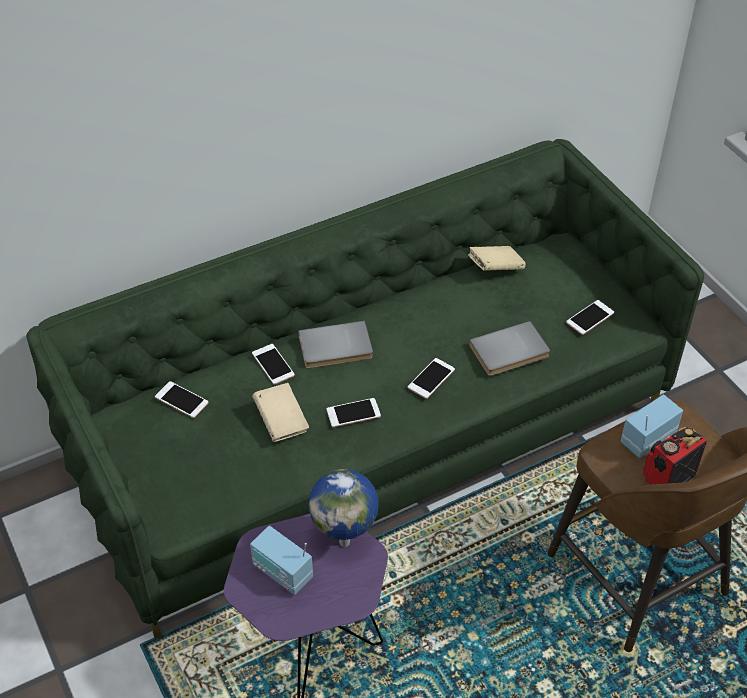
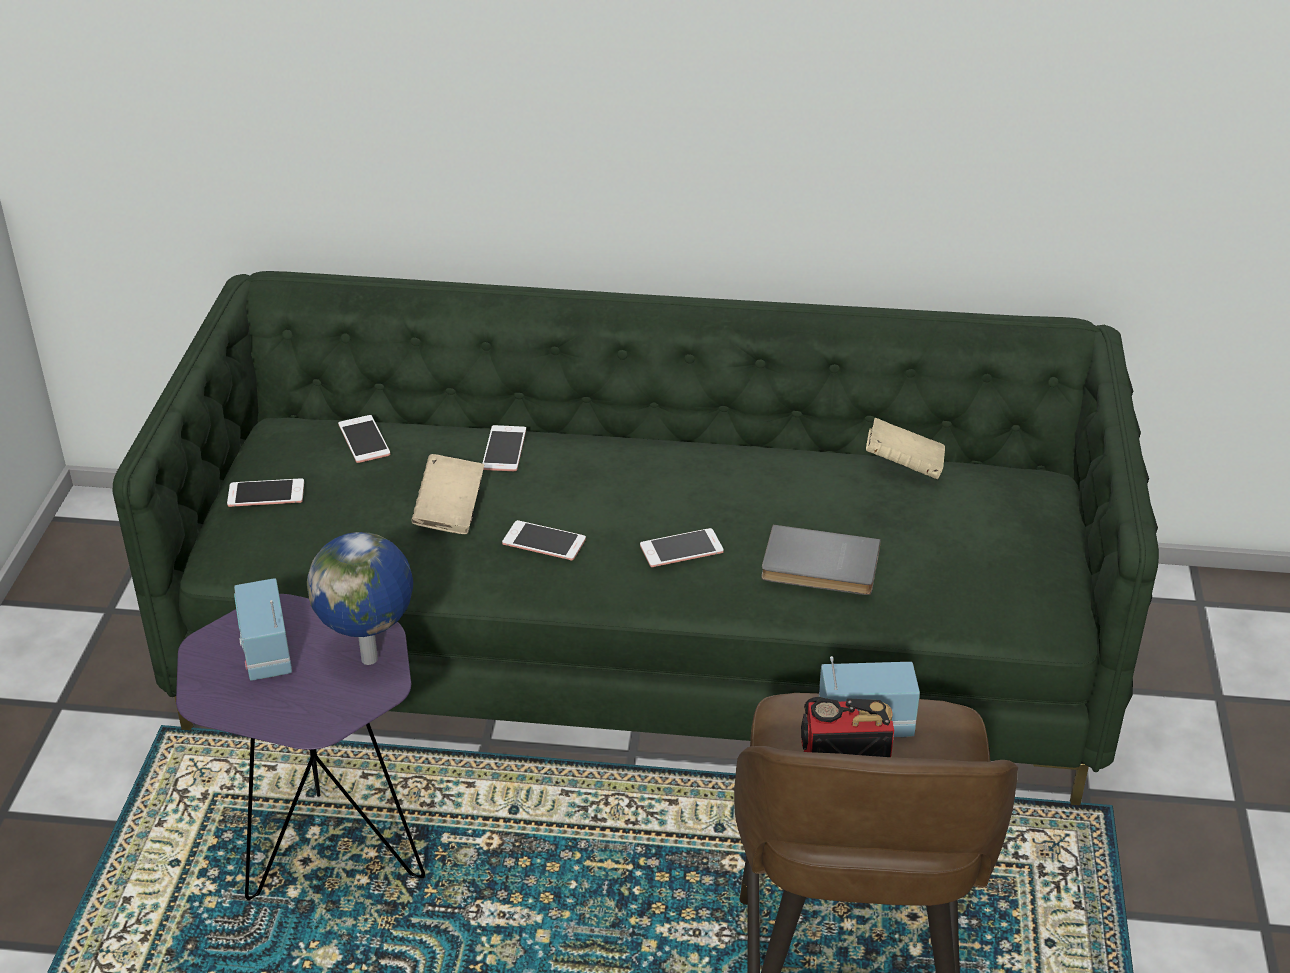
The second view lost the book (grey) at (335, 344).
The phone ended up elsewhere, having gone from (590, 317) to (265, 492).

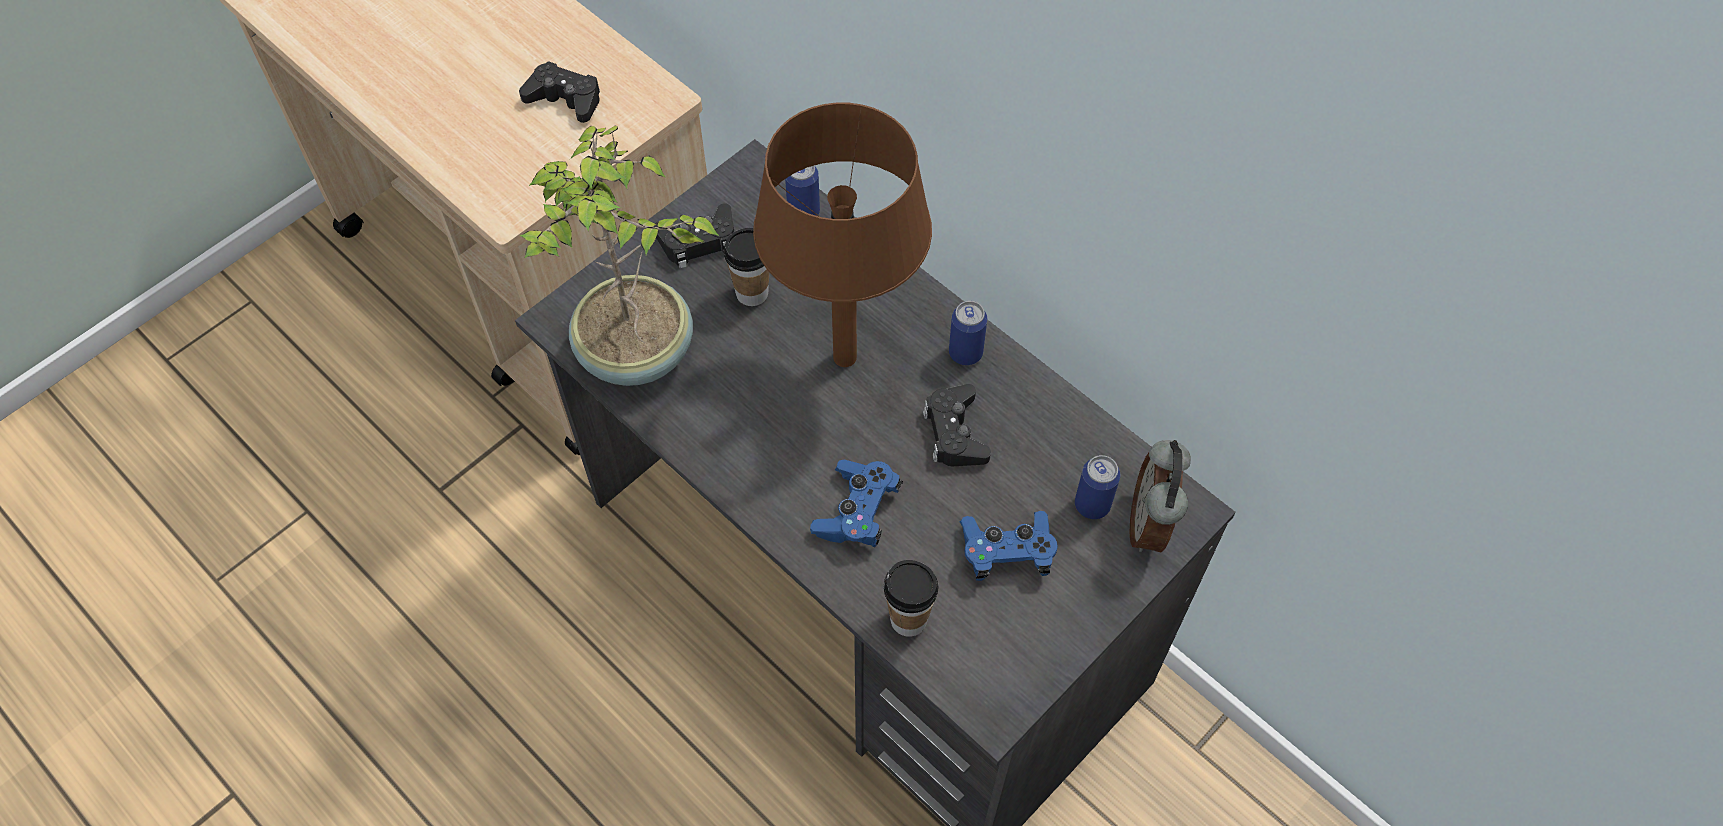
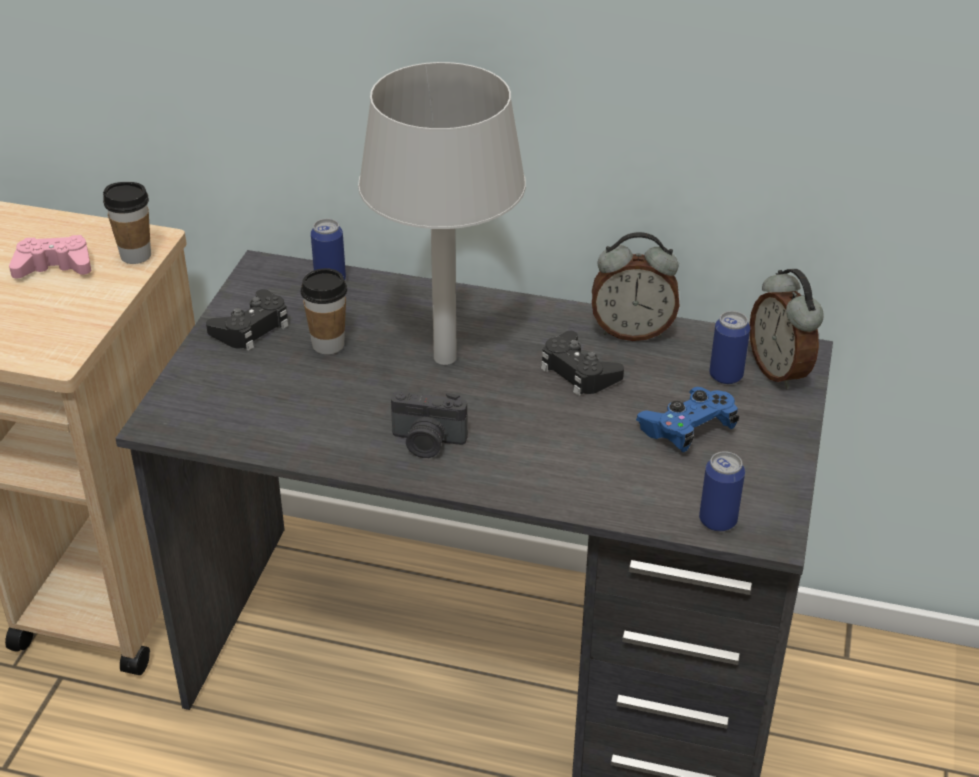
The second view lost the potted plant at (619, 256).
The second view lost the game controller (blue) at (856, 503).
The second view gained the photo camera at (429, 424).
The second view gained the alarm clock at (636, 286).
The cup ended up elsewhere, having gone from (911, 598) to (127, 223).
The can ended up elsewhere, having gone from (968, 333) to (722, 491).
What was the game controller (black) at (559, 92) turned into the game controller (pink) at (50, 256).
What was the table lamp (brown) at (842, 235) turned into the table lamp (grey) at (442, 213).

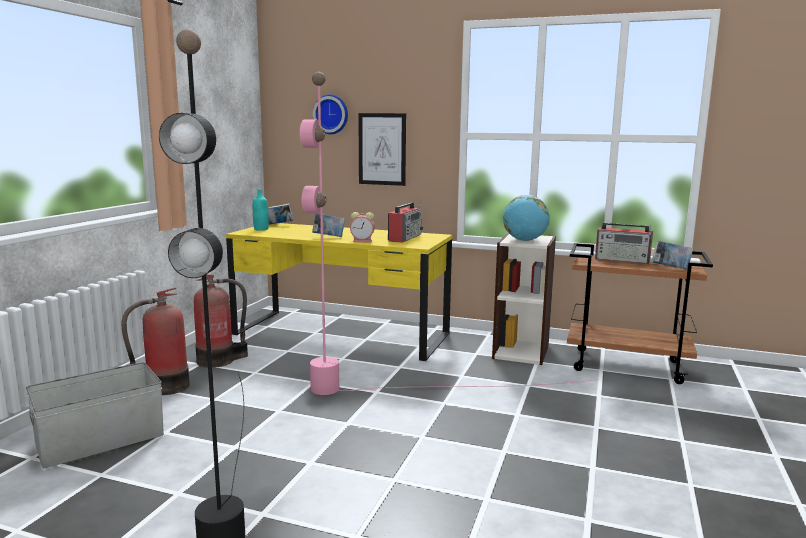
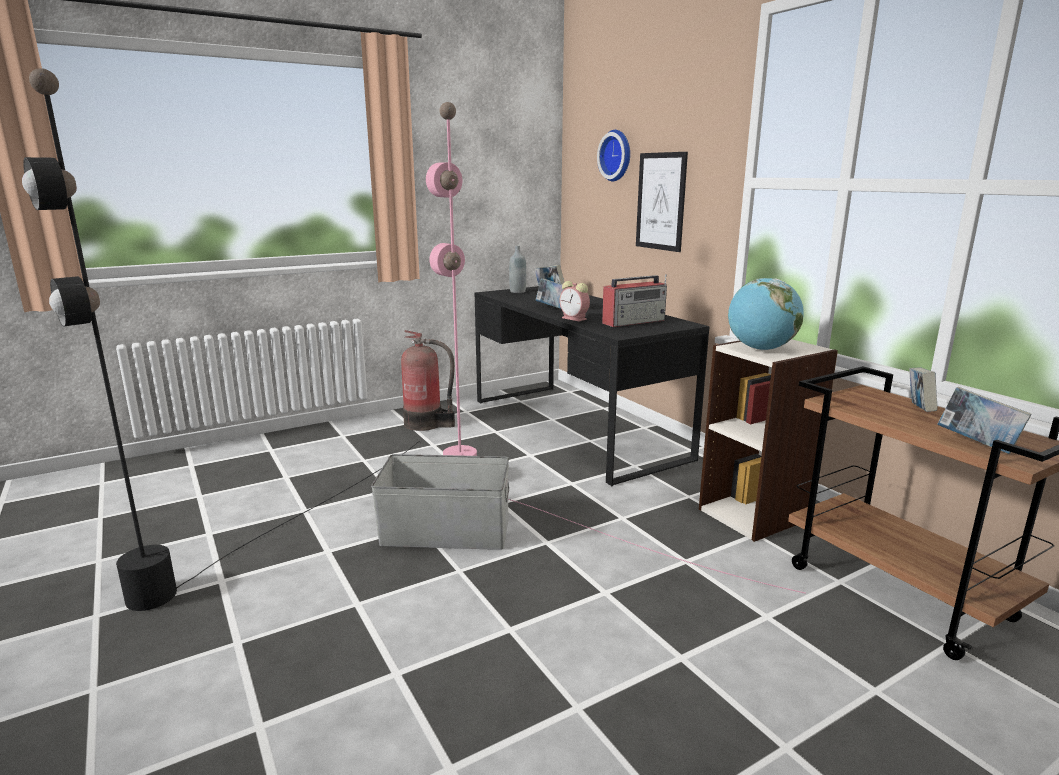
The second view lost the fire extinguisher at (155, 341).
The storage box (grey) ended up elsewhere, having gone from (95, 415) to (440, 502).
Where the radio stood at (624, 243), the book came to stand at (923, 389).
What was the desk (yellow) at (339, 292) turned into the desk (black) at (592, 386).
What was the bottle (turquoise) at (261, 210) turned into the bottle (grey) at (517, 269).

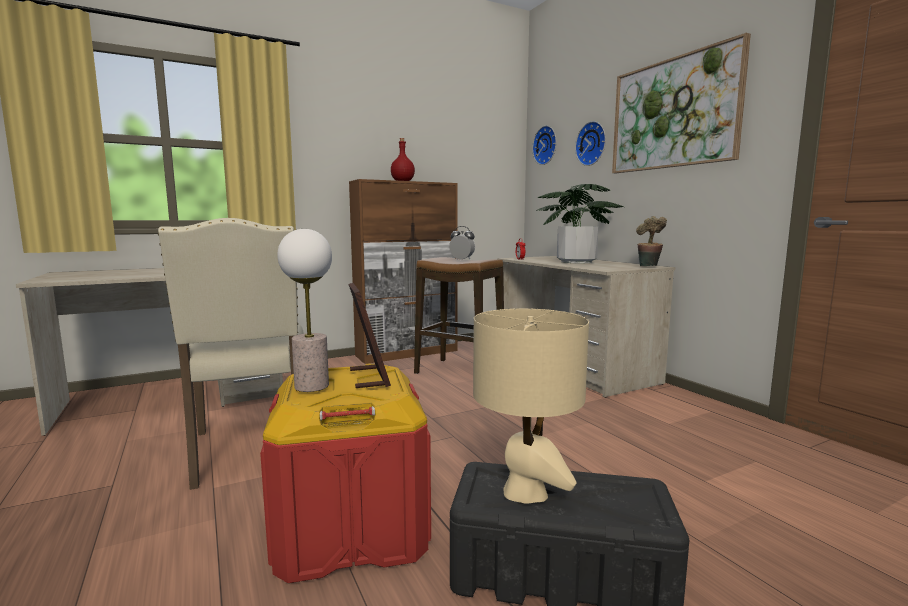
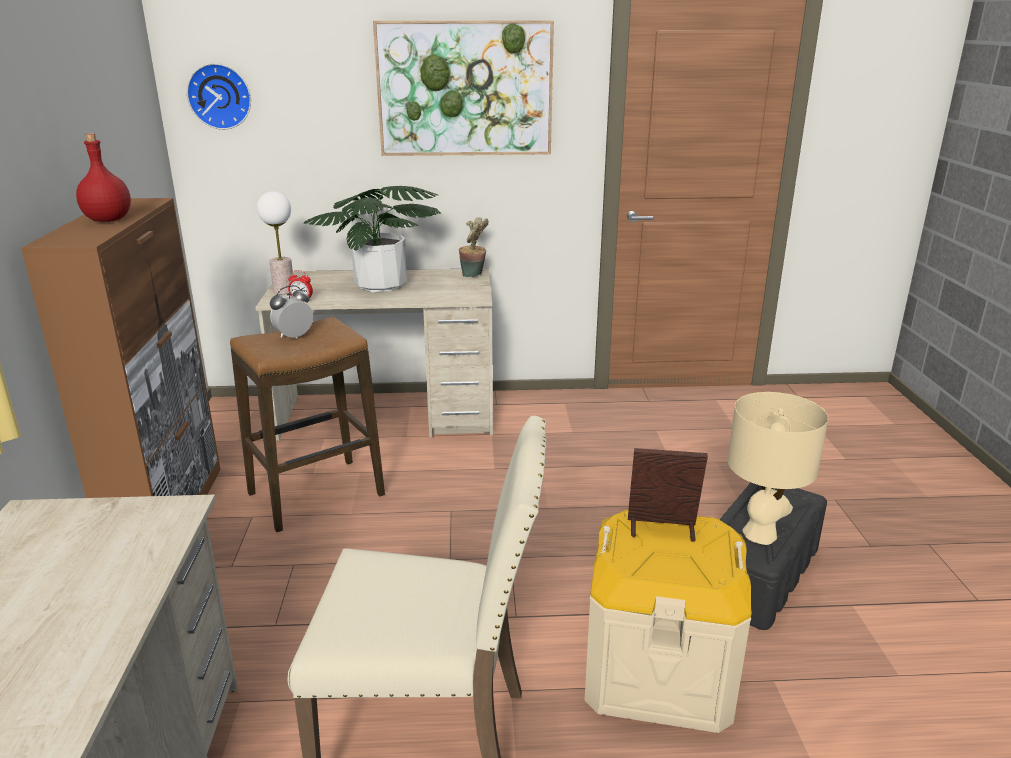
The second view lost the wall clock at (590, 143).
The table lamp ended up elsewhere, having gone from (304, 310) to (275, 242).
What was the storage box (red) at (345, 473) turned into the storage box (beige) at (668, 621).

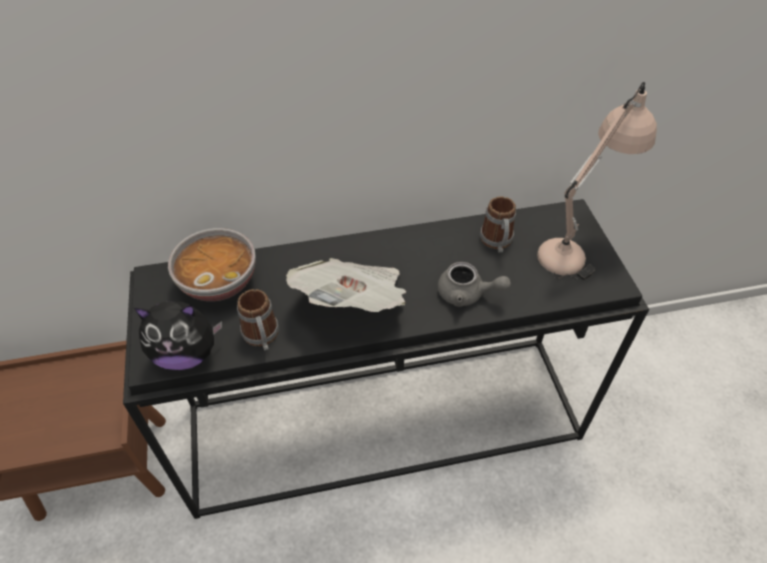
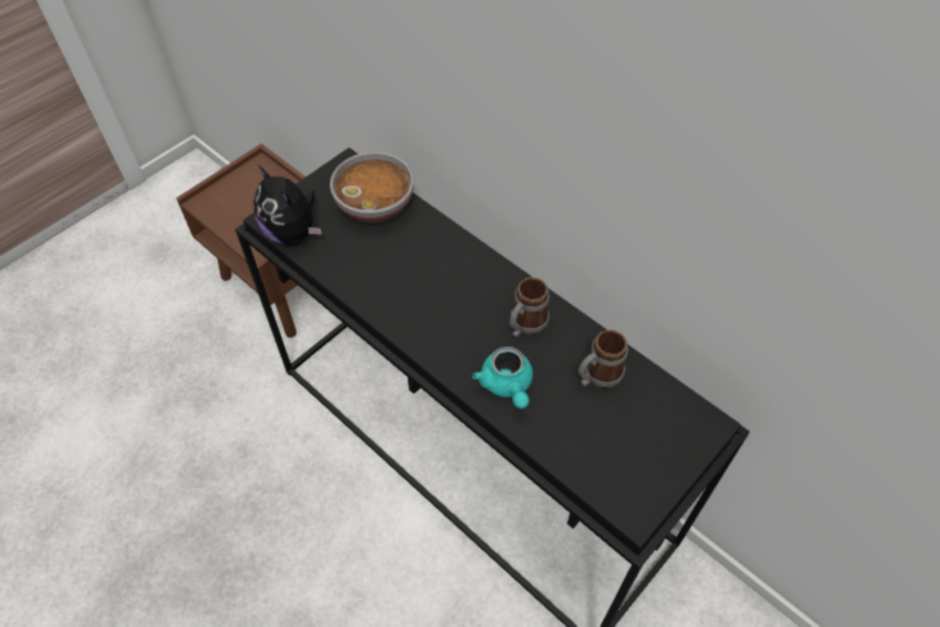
The second view lost the newspaper at (346, 285).
The second view lost the table lamp (beige) at (597, 181).
The mug ended up elsewhere, having gone from (258, 320) to (529, 307).
What was the teapot (grey) at (474, 284) turned into the teapot (turquoise) at (502, 378).

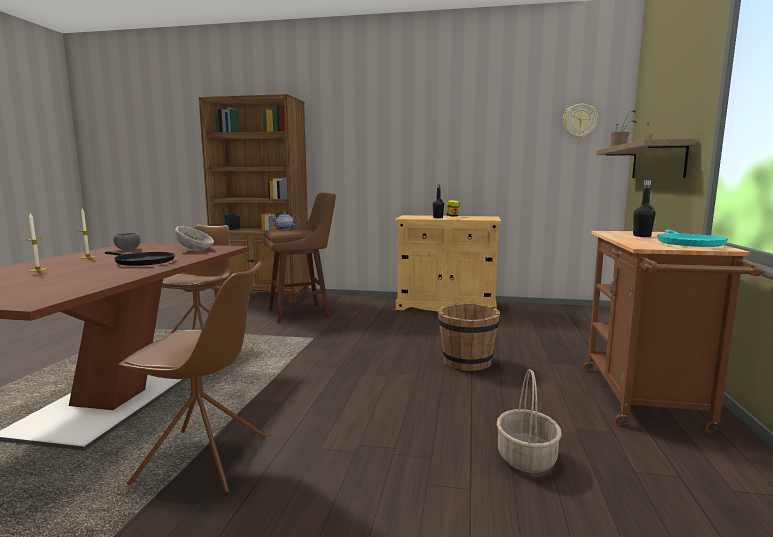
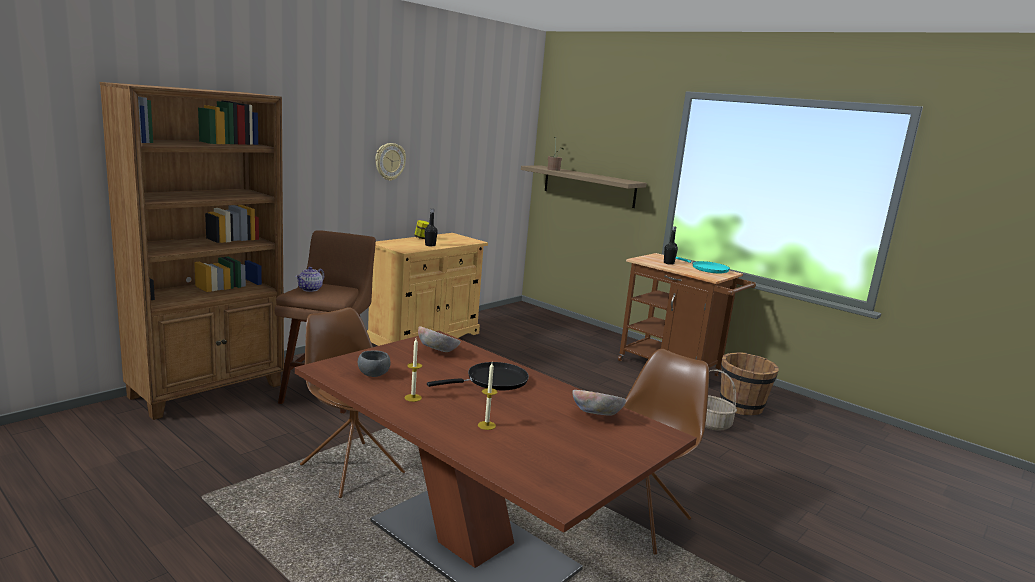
The second view gained the bowl at (599, 403).
The bucket (brown) ended up elsewhere, having gone from (469, 337) to (749, 383).
The wall clock ended up elsewhere, having gone from (580, 121) to (390, 162).

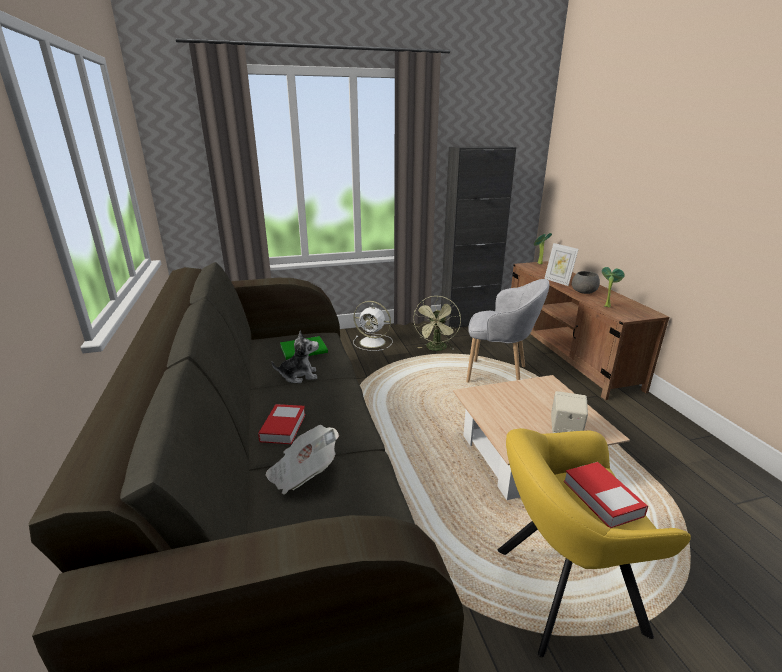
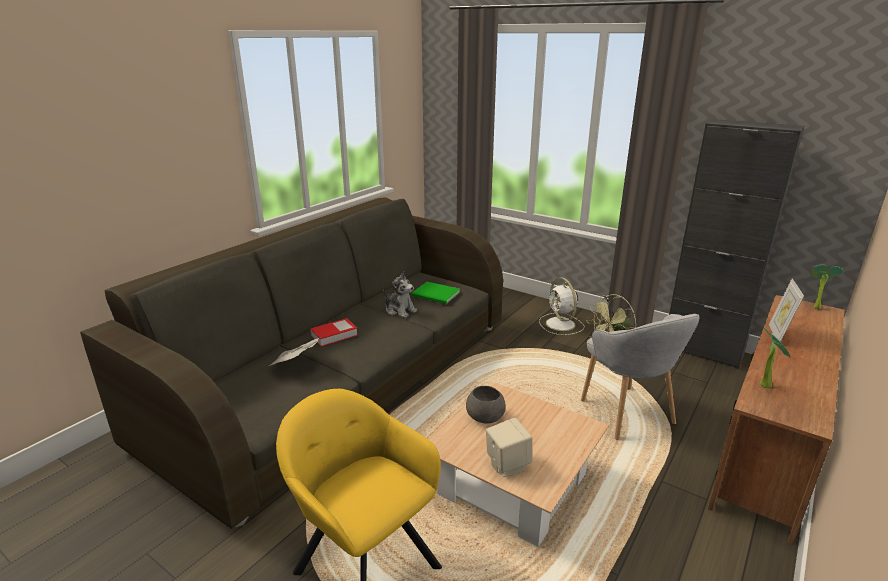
The second view lost the book at (606, 495).
The bowl (grey) ended up elsewhere, having gone from (586, 282) to (485, 405).

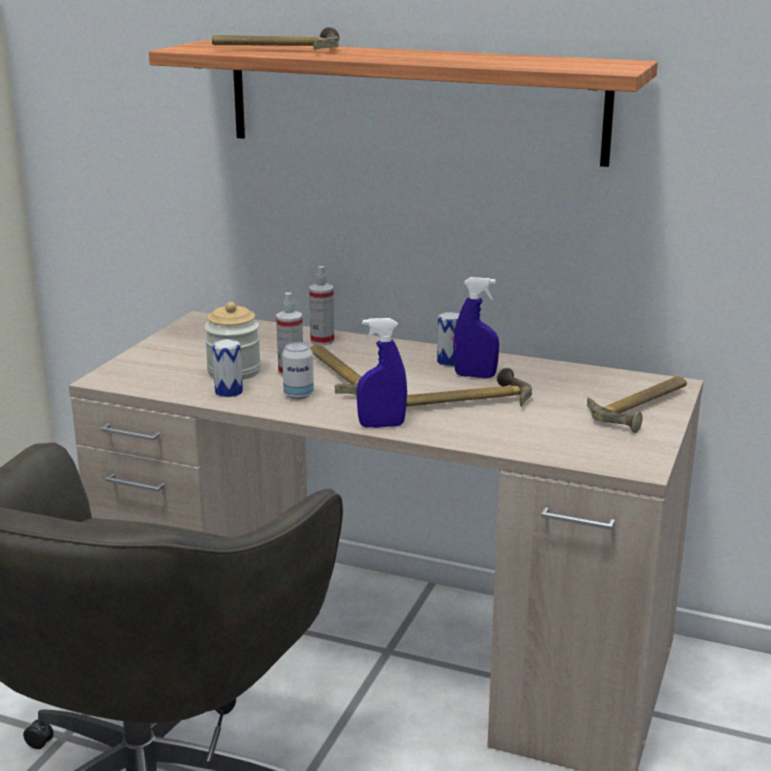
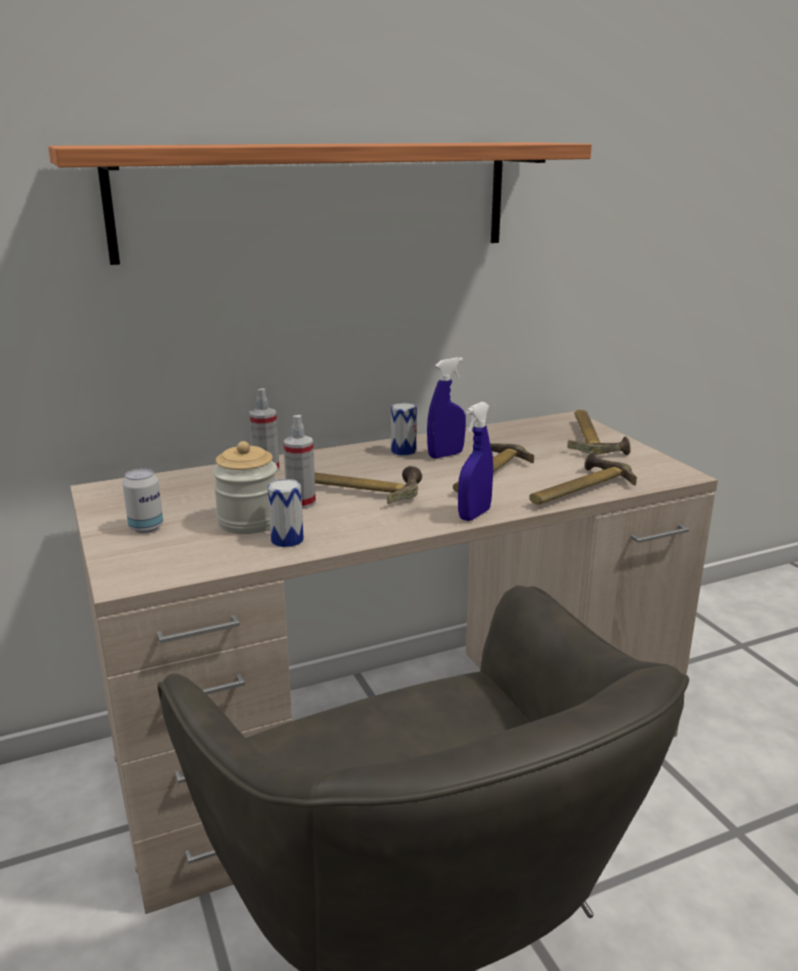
The hammer ended up elsewhere, having gone from (275, 38) to (583, 477).
The can ended up elsewhere, having gone from (298, 370) to (142, 500).

